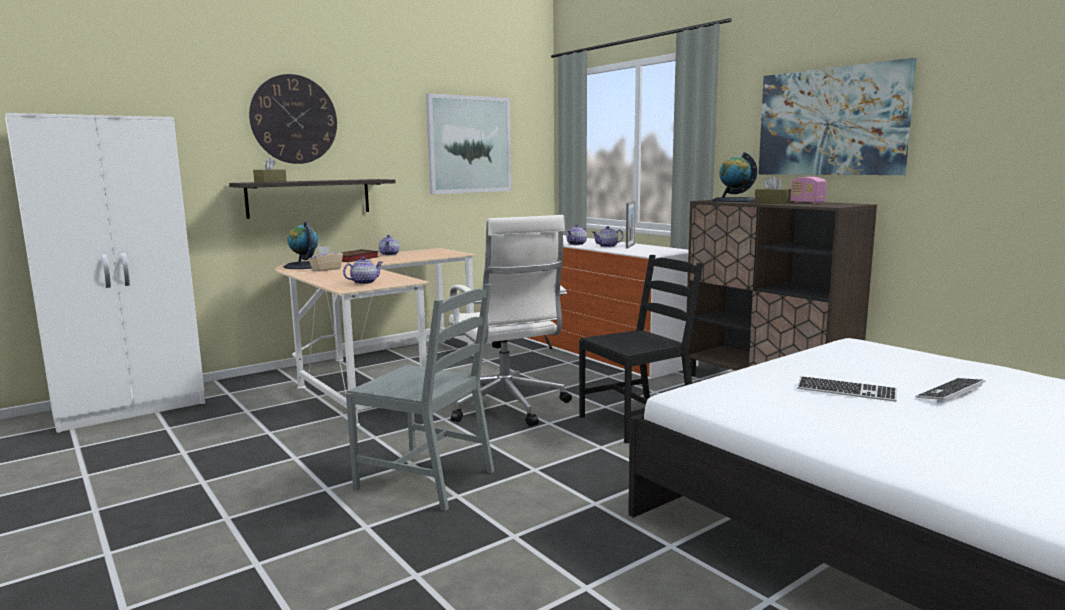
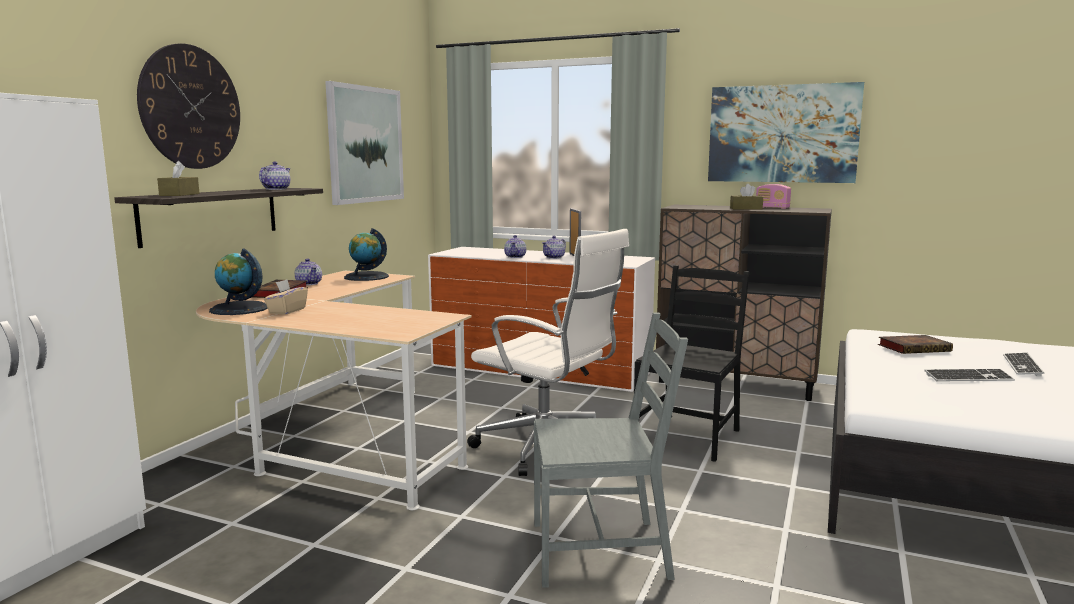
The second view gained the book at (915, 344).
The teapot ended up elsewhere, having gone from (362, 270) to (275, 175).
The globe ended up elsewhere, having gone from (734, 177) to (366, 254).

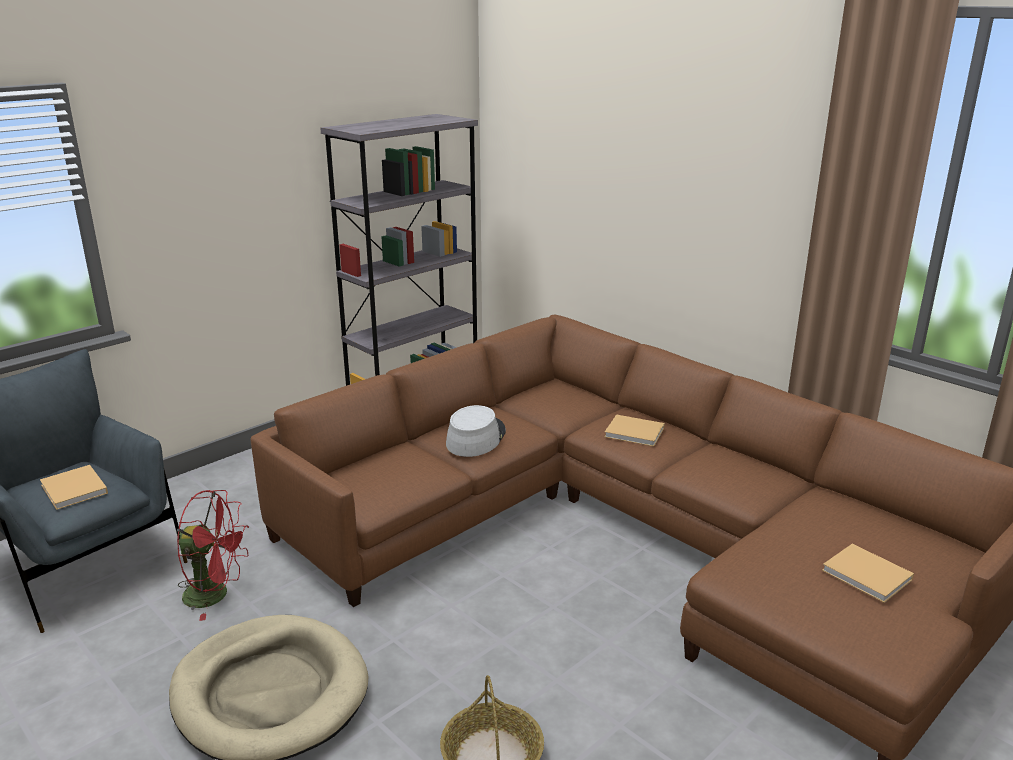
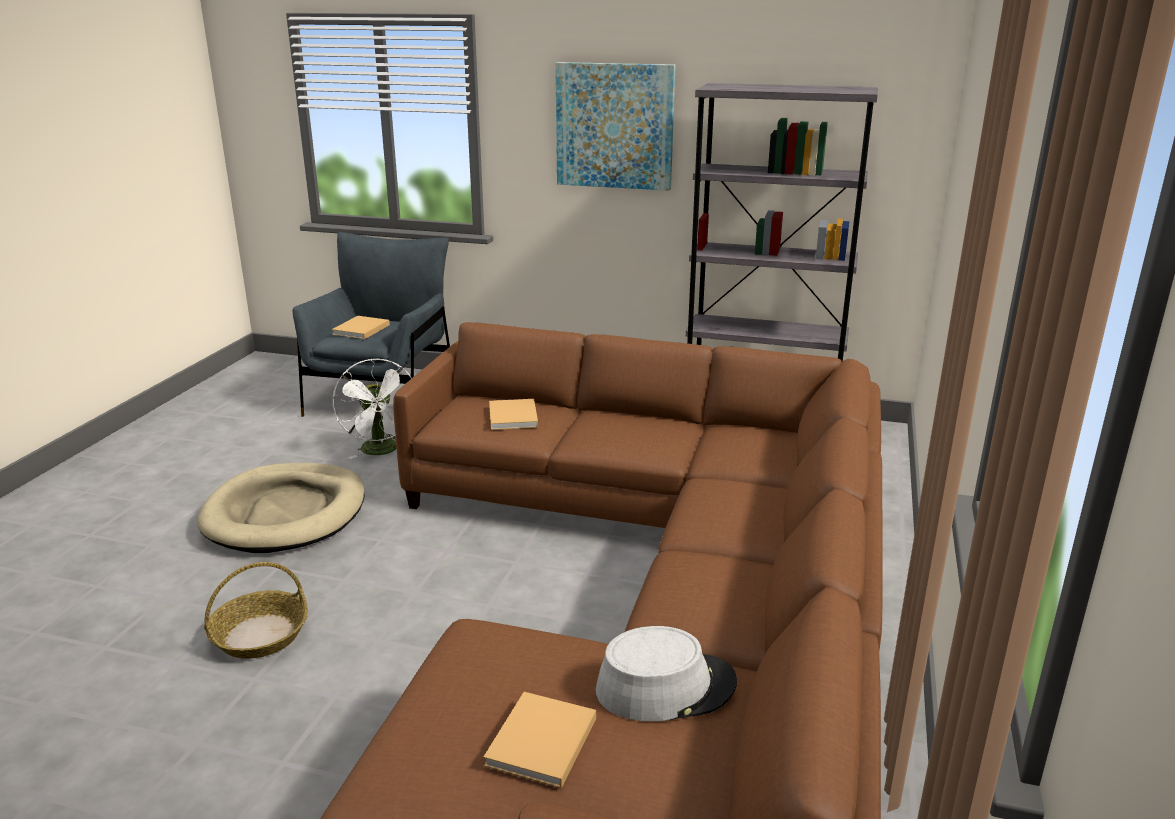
The second view gained the picture at (615, 126).
The hat (grey) ended up elsewhere, having gone from (476, 431) to (666, 673).
The book (beige) ended up elsewhere, having gone from (634, 430) to (513, 414).
What was the fan (red) at (213, 555) turned into the fan (white) at (372, 409).

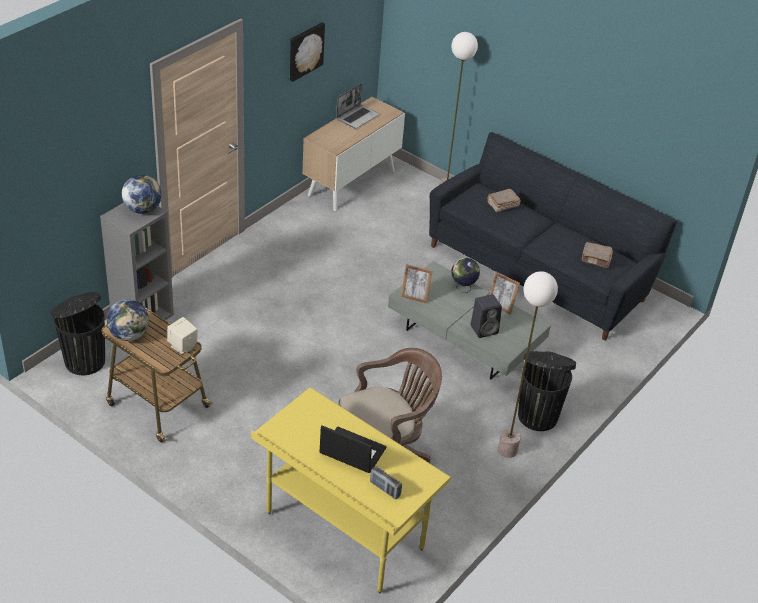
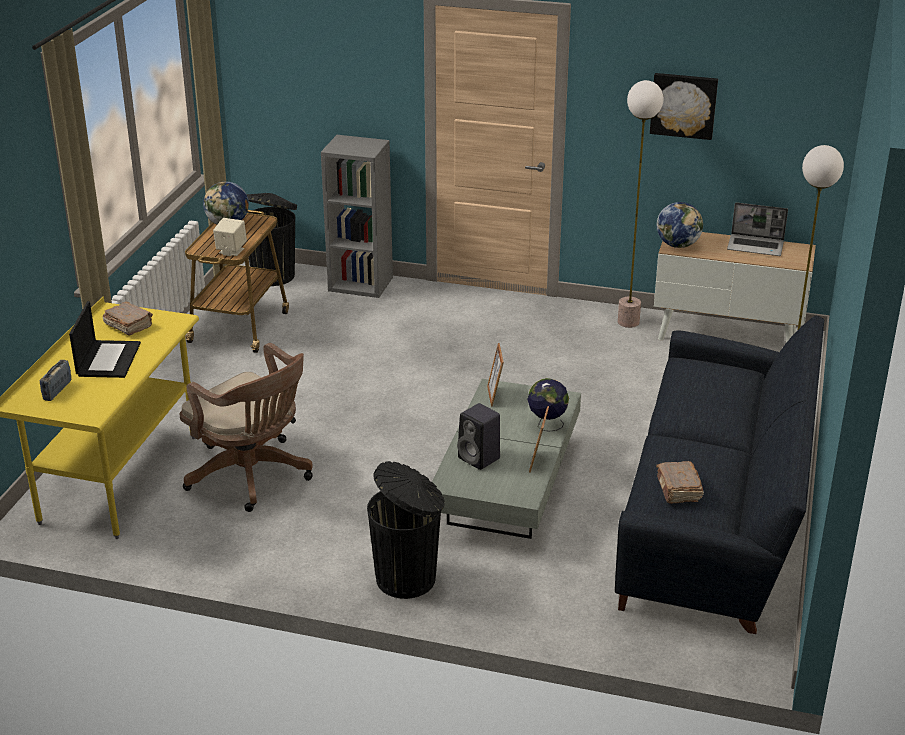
The globe ended up elsewhere, having gone from (142, 194) to (680, 225).
The book (brown) ended up elsewhere, having gone from (504, 200) to (128, 318).
The floor lamp ended up elsewhere, having gone from (528, 364) to (640, 204).

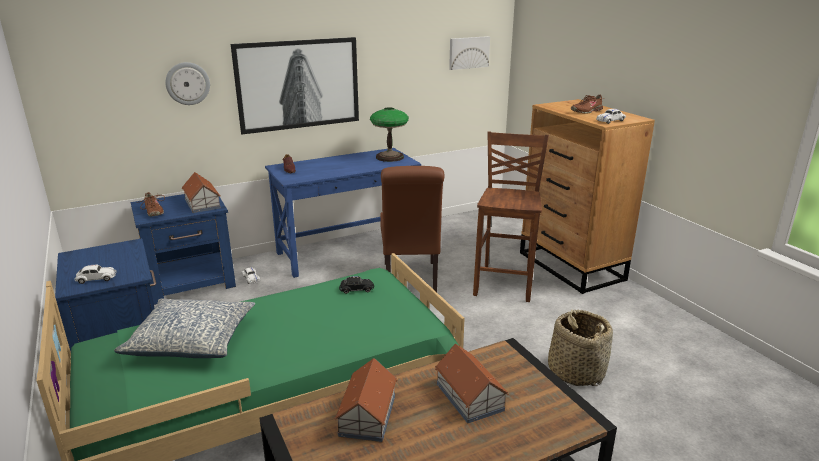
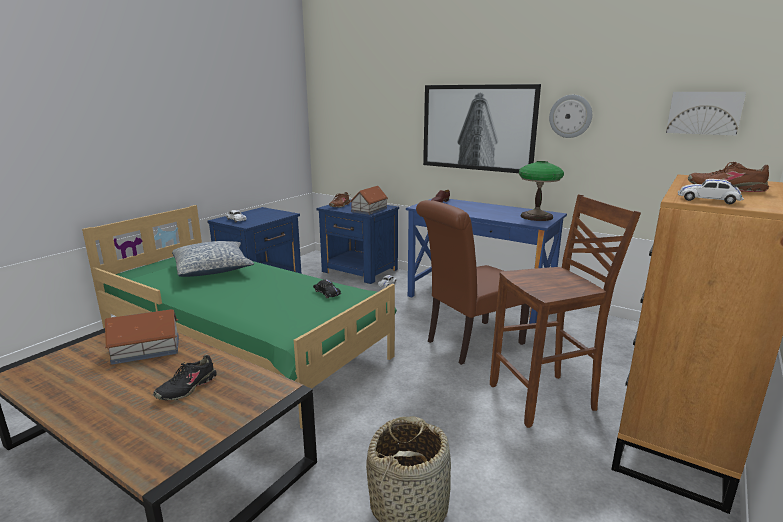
The wall clock ended up elsewhere, having gone from (187, 83) to (570, 116).
Where the toy house stood at (472, 383), the shoe (black) came to stand at (185, 377).

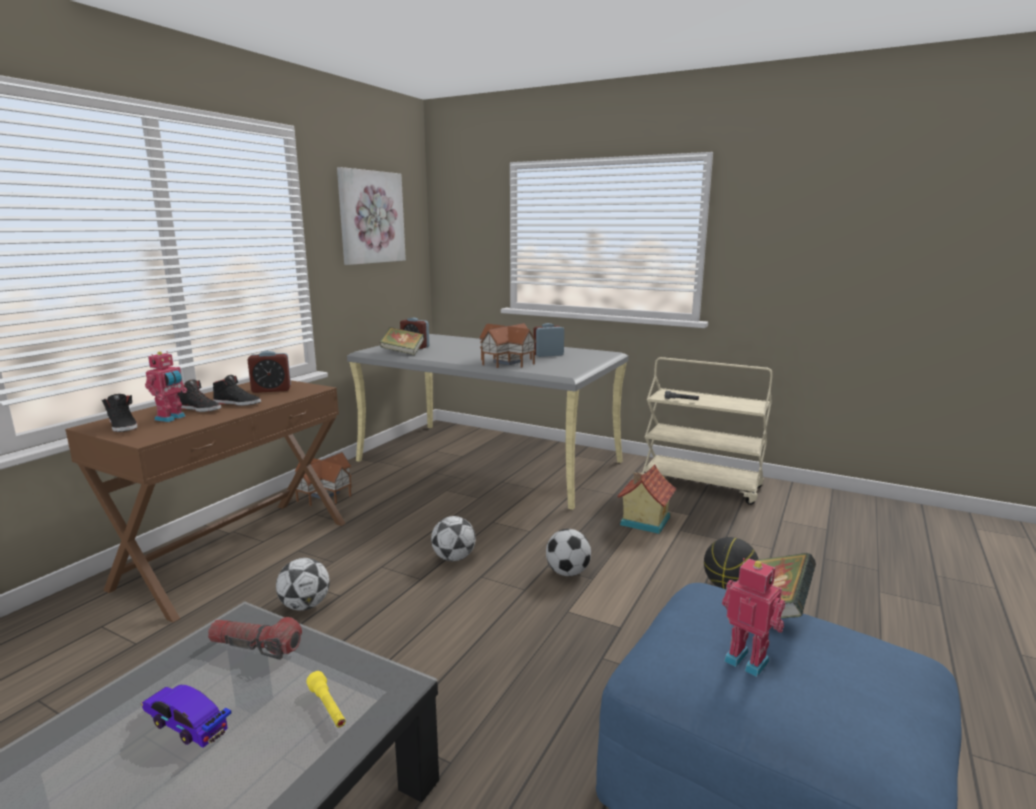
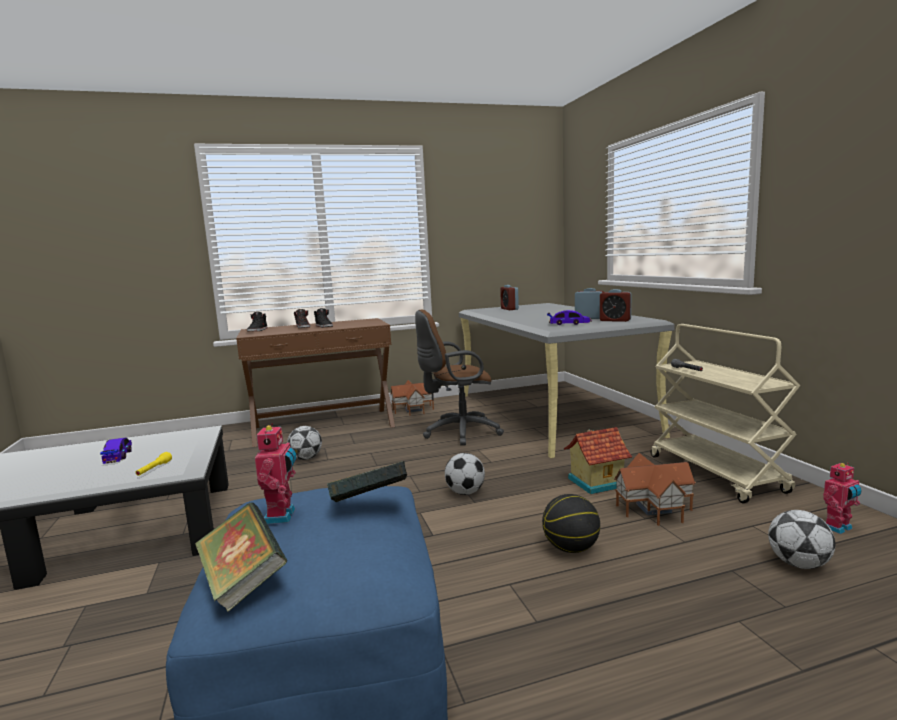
The second view lost the flashlight at (255, 638).
The second view lost the picture at (371, 216).
The second view gained the office chair (brown) at (459, 378).
The second view gained the toy car at (569, 317).
The toy robot ended up elsewhere, having gone from (166, 386) to (842, 498).
The alarm clock ended up elsewhere, having gone from (269, 372) to (616, 305).
The book ended up elsewhere, having gone from (402, 341) to (241, 557).
The football ended up elsewhere, having gone from (453, 538) to (802, 539).
The toy house ended up elsewhere, having gone from (508, 345) to (655, 489).

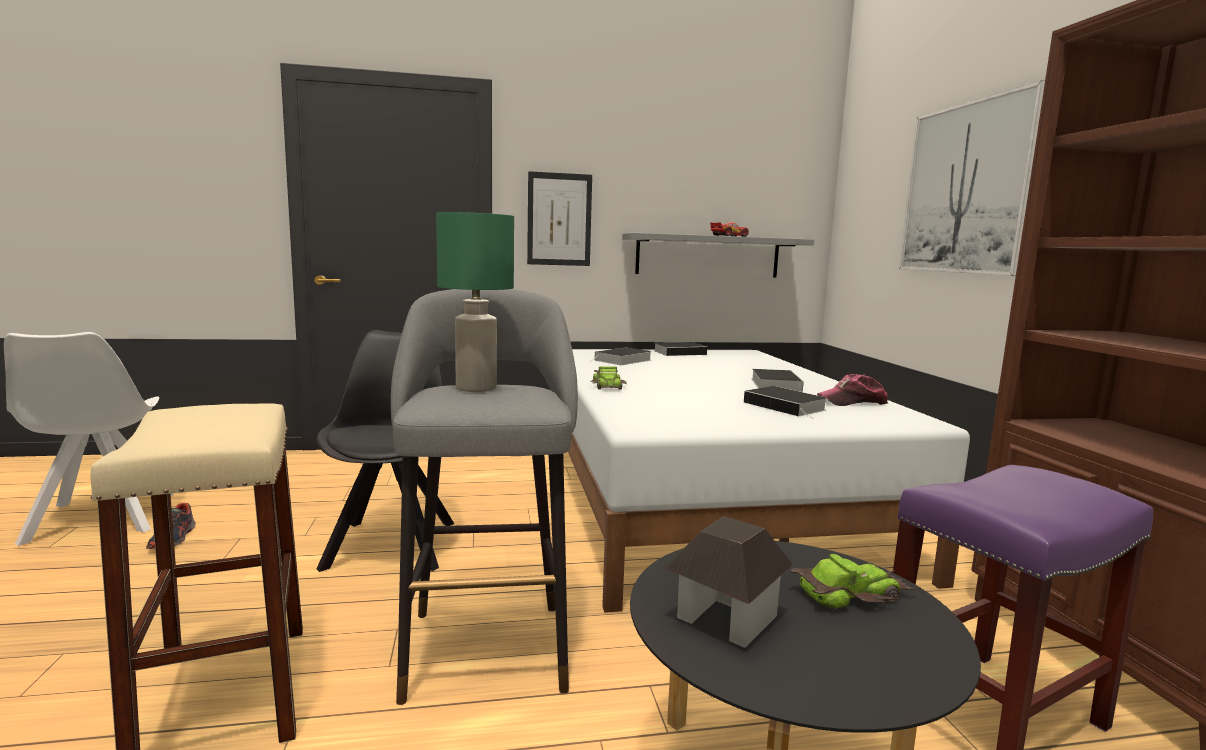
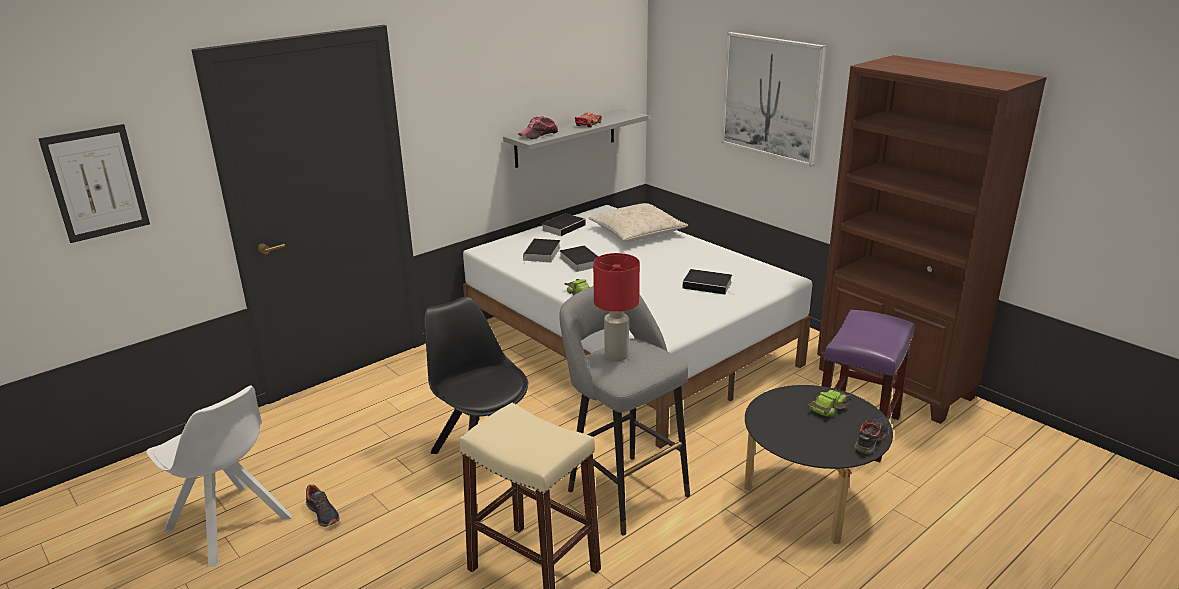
The second view lost the toy house at (729, 582).
The second view gained the pillow (beige) at (638, 222).
The second view gained the shoe at (872, 435).
The picture ended up elsewhere, having gone from (559, 218) to (94, 183).
The book ended up elsewhere, having gone from (778, 380) to (579, 258).
The cap ended up elsewhere, having gone from (852, 390) to (538, 127).
What was the table lamp (green) at (475, 302) turned into the table lamp (red) at (616, 307).

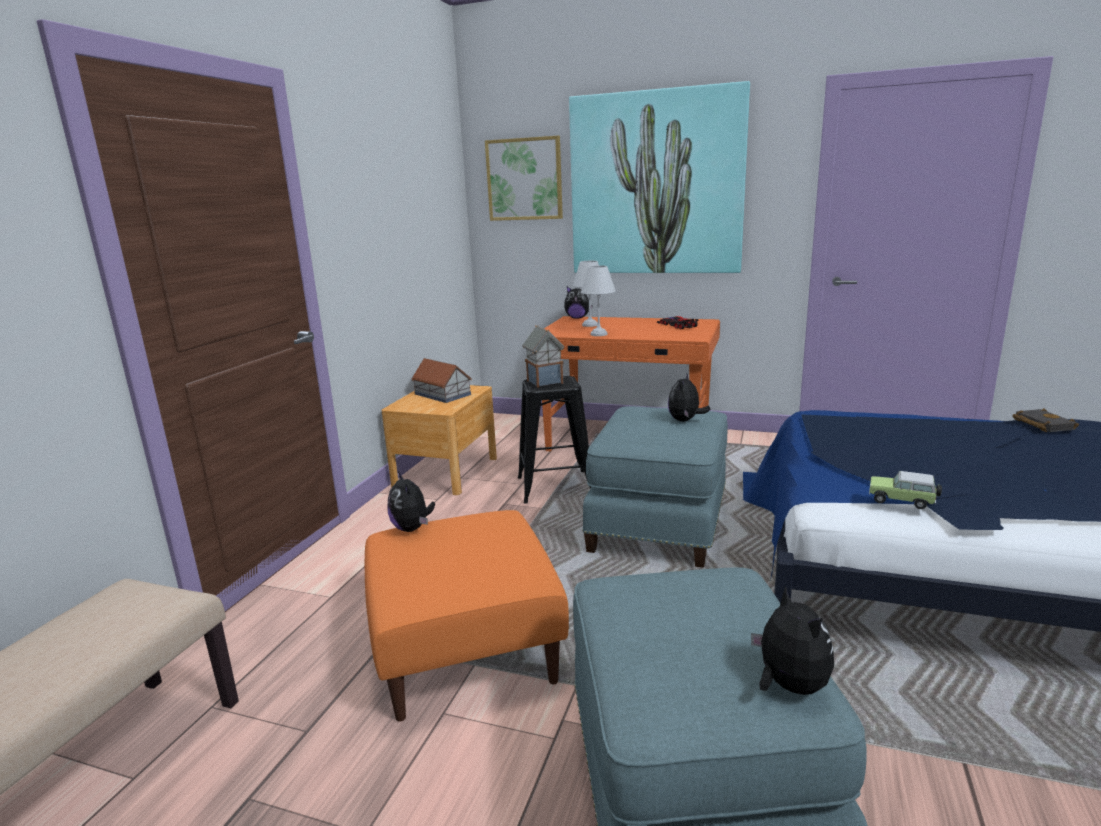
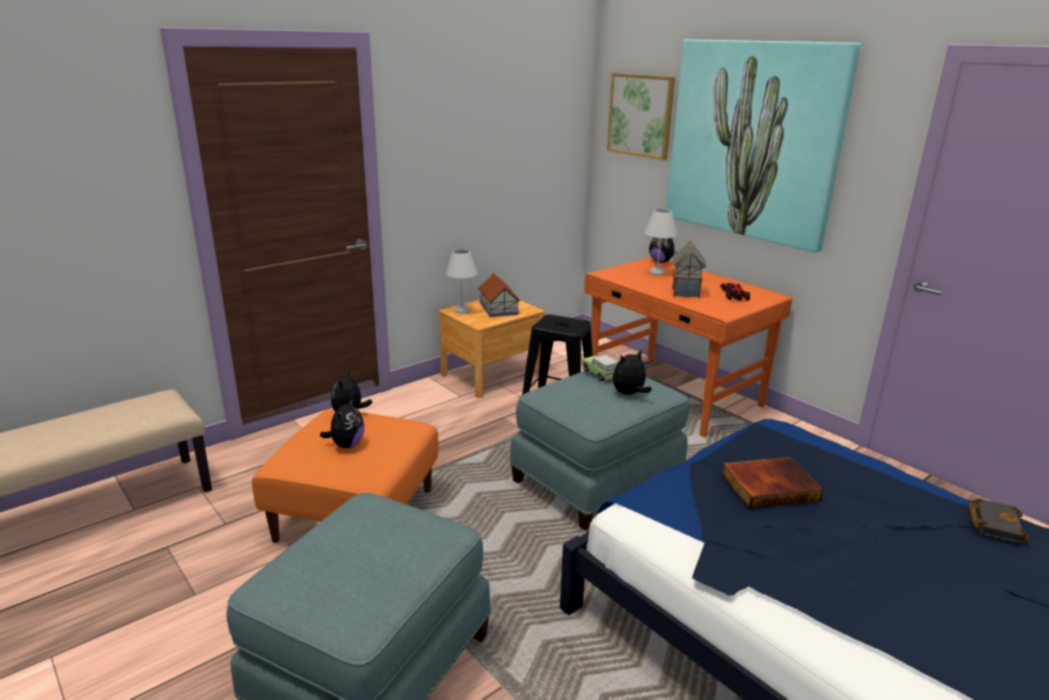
The second view gained the book at (772, 483).
The toy house ended up elsewhere, having gone from (543, 356) to (689, 269).
The table lamp (white) ended up elsewhere, having gone from (598, 300) to (462, 281).
The plush toy ended up elsewhere, having gone from (792, 640) to (342, 422).
The toy car ended up elsewhere, having gone from (905, 490) to (600, 368).

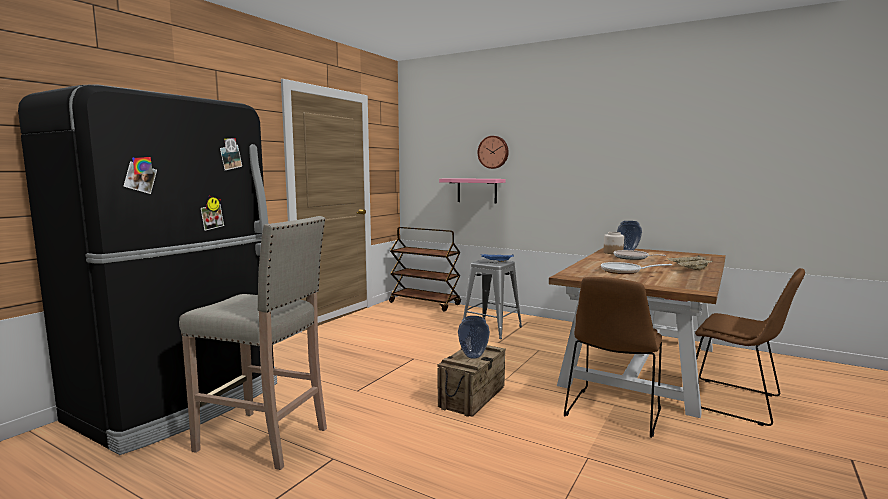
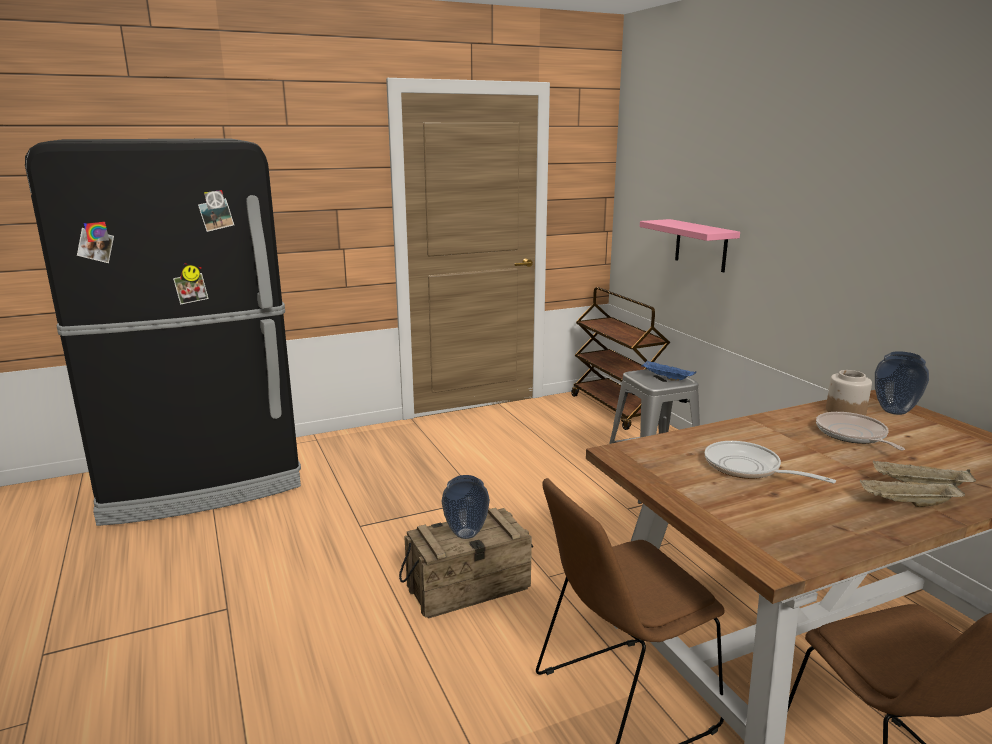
The second view lost the stool (beige) at (253, 343).
The second view lost the wall clock at (493, 152).

